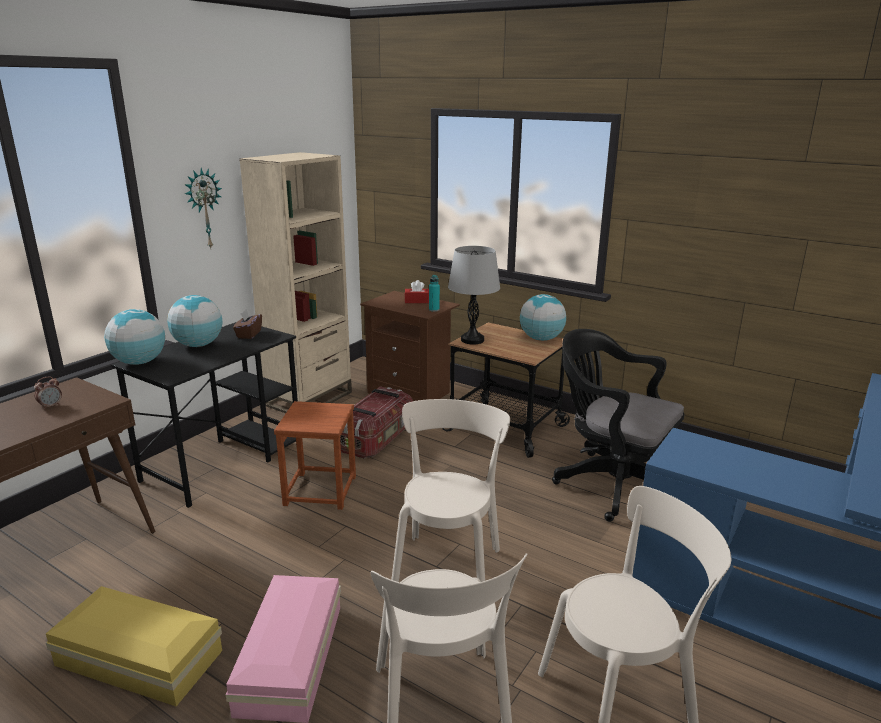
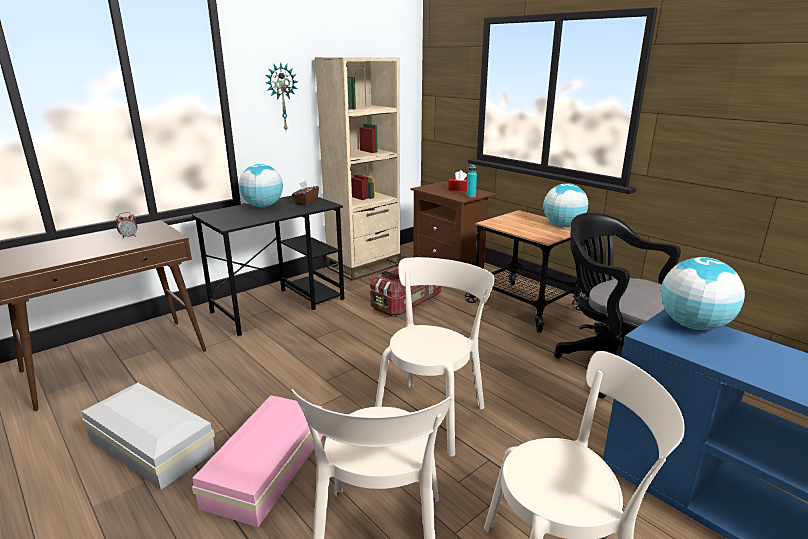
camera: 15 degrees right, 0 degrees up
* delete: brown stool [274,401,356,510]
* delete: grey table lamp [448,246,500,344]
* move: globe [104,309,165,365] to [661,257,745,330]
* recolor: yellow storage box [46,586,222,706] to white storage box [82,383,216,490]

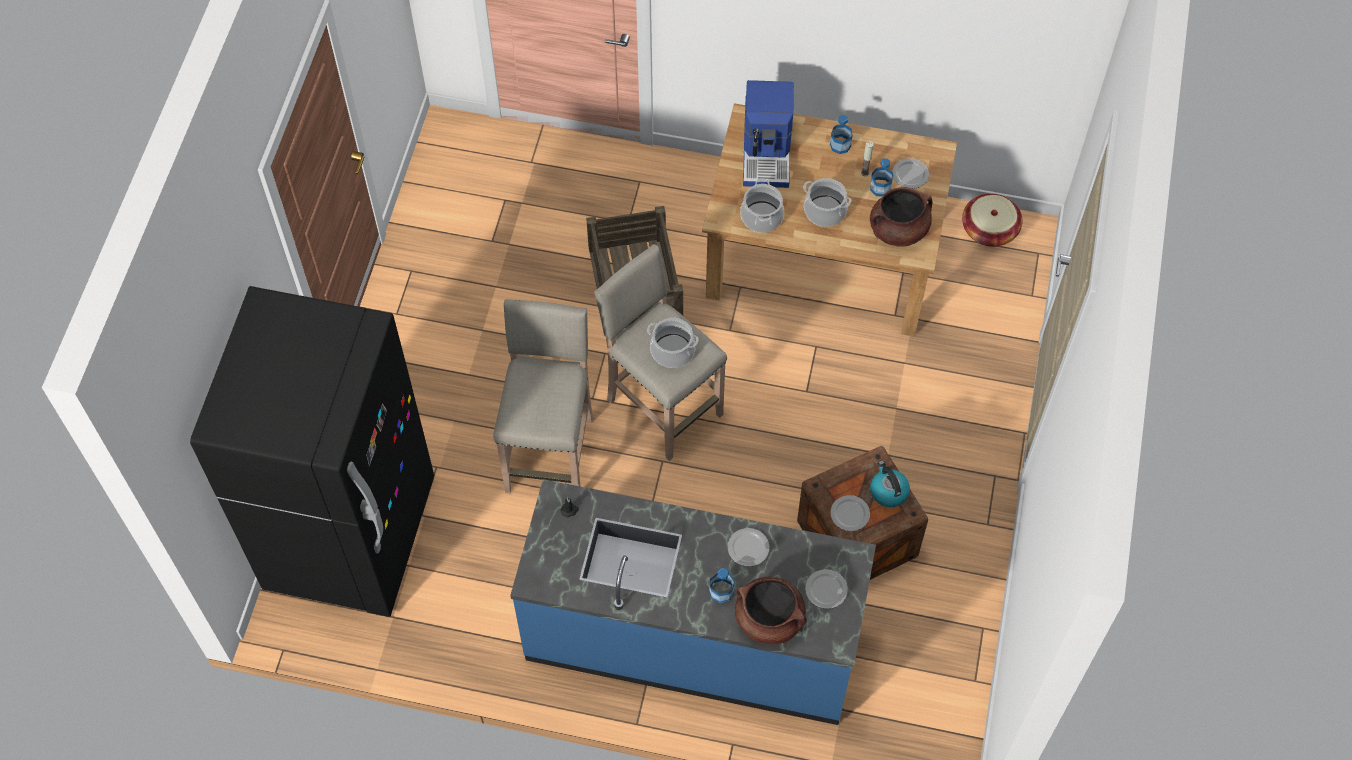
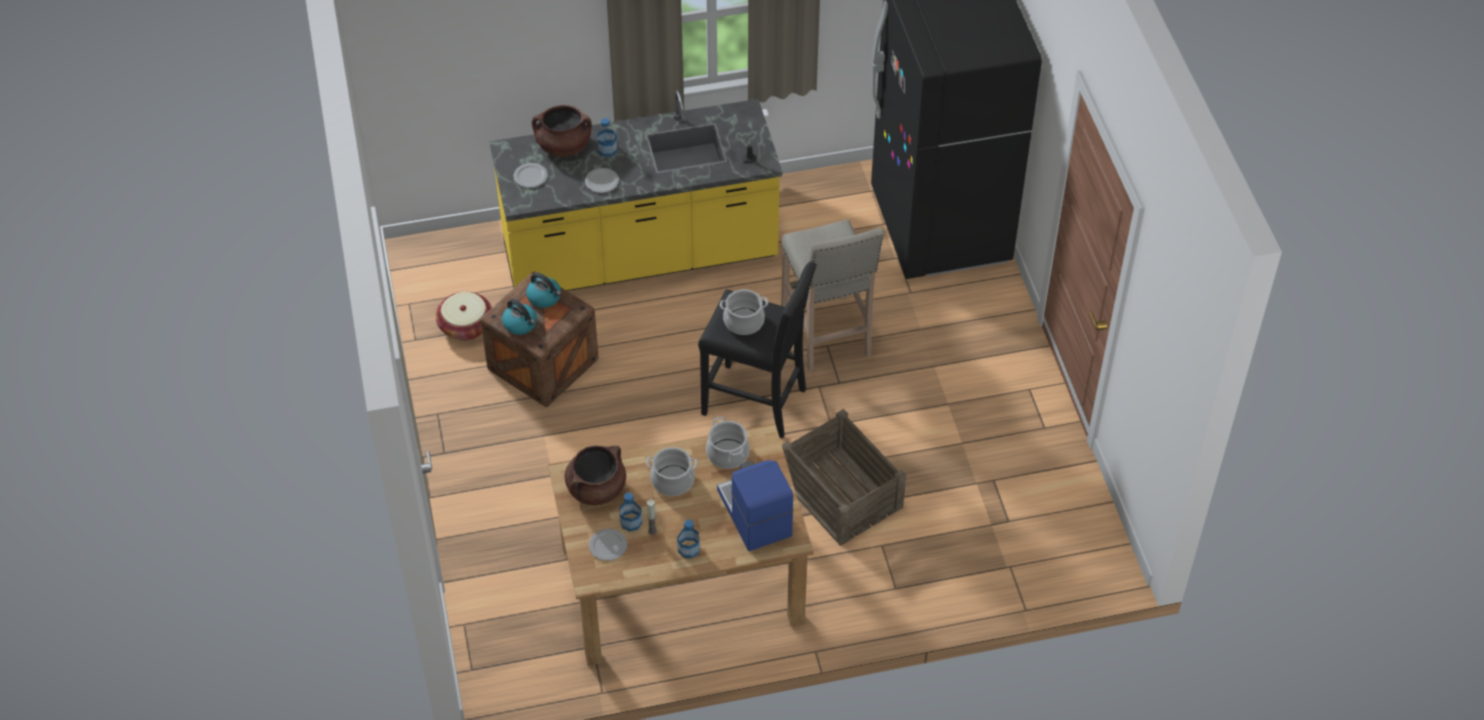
camera: 155 degrees right, 10 degrees down
* move: basket [962,193,1023,247] to [436,292,492,341]
* replace: plate [830,495,870,531] to kettle [526,273,561,308]
* recolor: blue counter [510,479,876,725] to yellow counter [490,90,782,291]
* recolor: beige stool [594,244,727,461] to black stool [698,261,817,438]

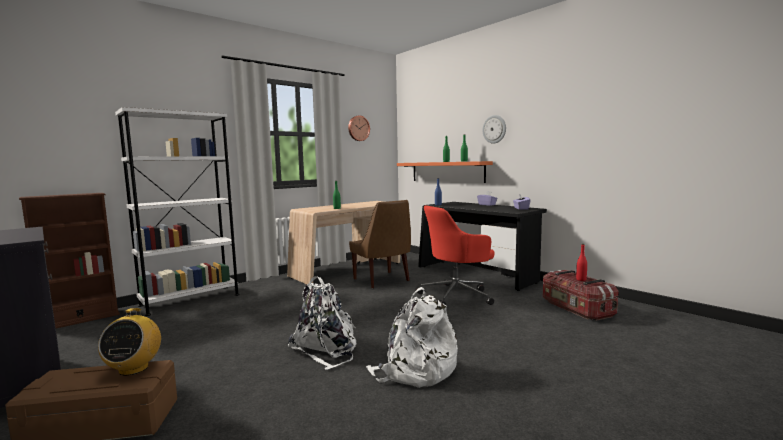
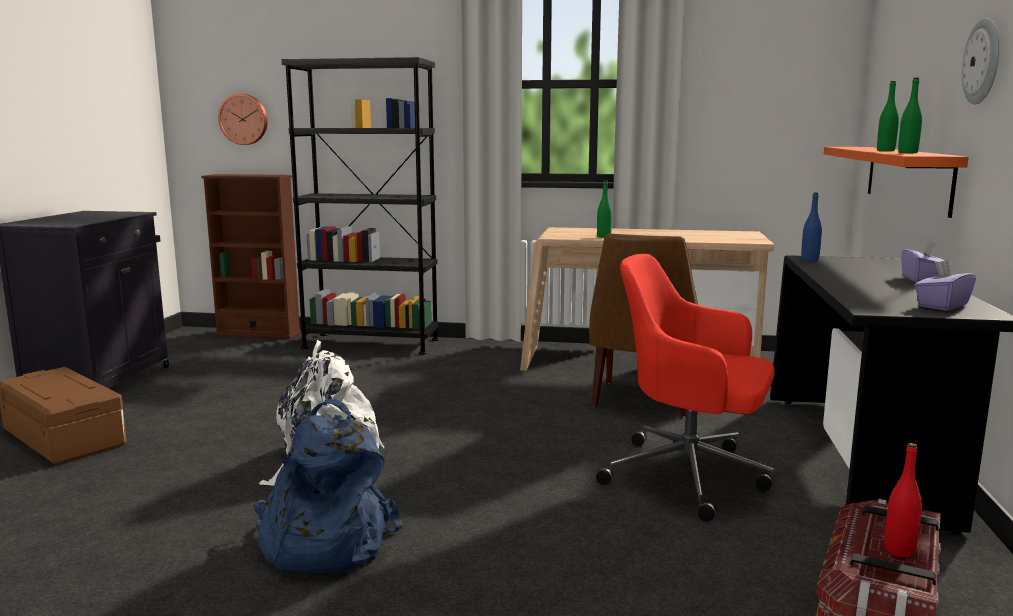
camera: 50 degrees right, 5 degrees up
* delete: radio [98,308,161,376]
* move: wall clock [348,116,370,141] to [218,94,268,145]
* recolor: white bookcase [115,107,240,316] to black bookcase [281,57,439,355]
* recolor: white backpack [366,287,458,388] to blue backpack [253,399,403,573]

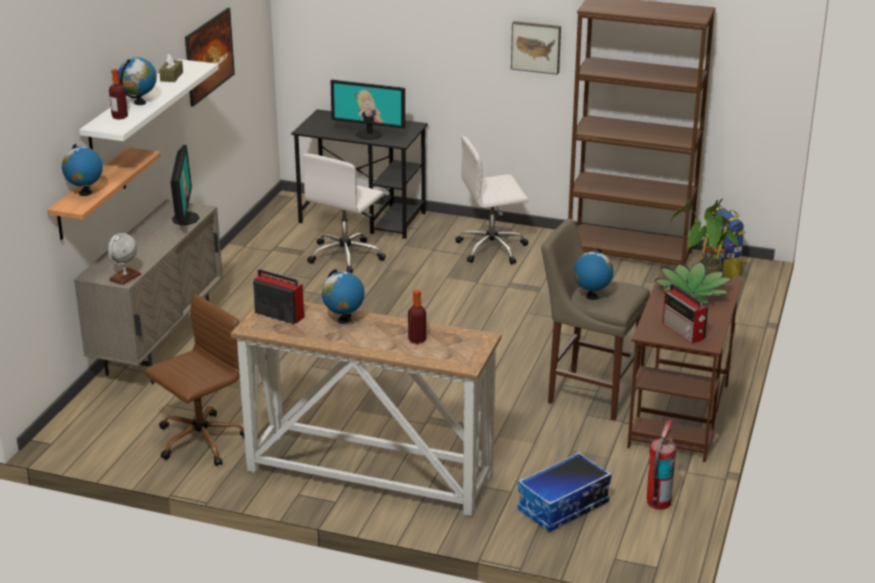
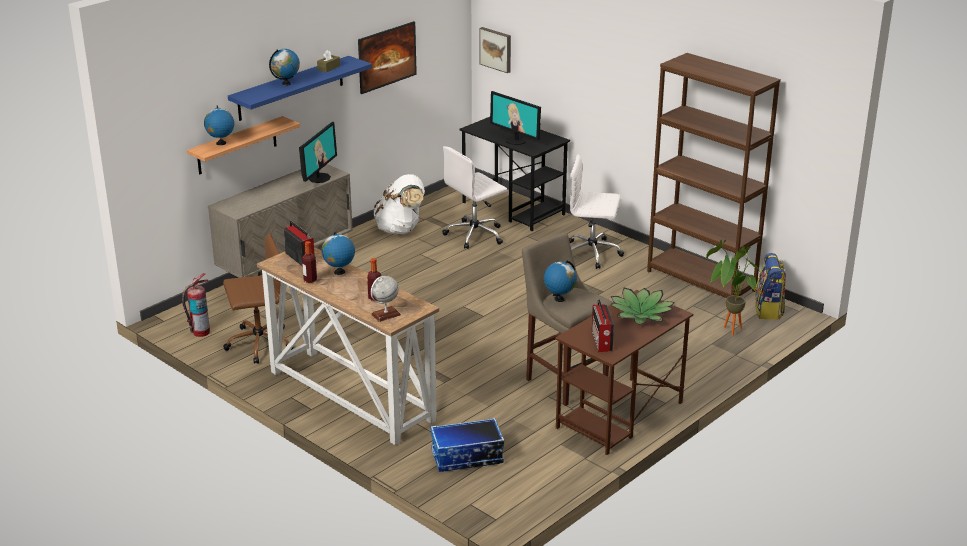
camera: 25 degrees right, 0 degrees up
* insert: white backpack [374,174,425,234]
* move: globe [107,233,142,285] to [371,276,401,322]
* move: bottle [109,69,128,120] to [302,241,317,283]
* move: picture [511,21,561,75] to [479,27,511,73]
* move: fire extinguisher [647,420,676,510] to [182,273,210,337]
* recolor: white shelf [79,59,219,150] to blue shelf [228,56,372,121]

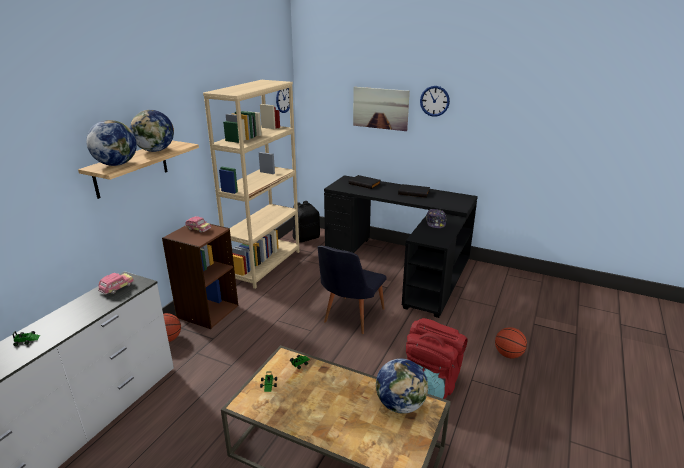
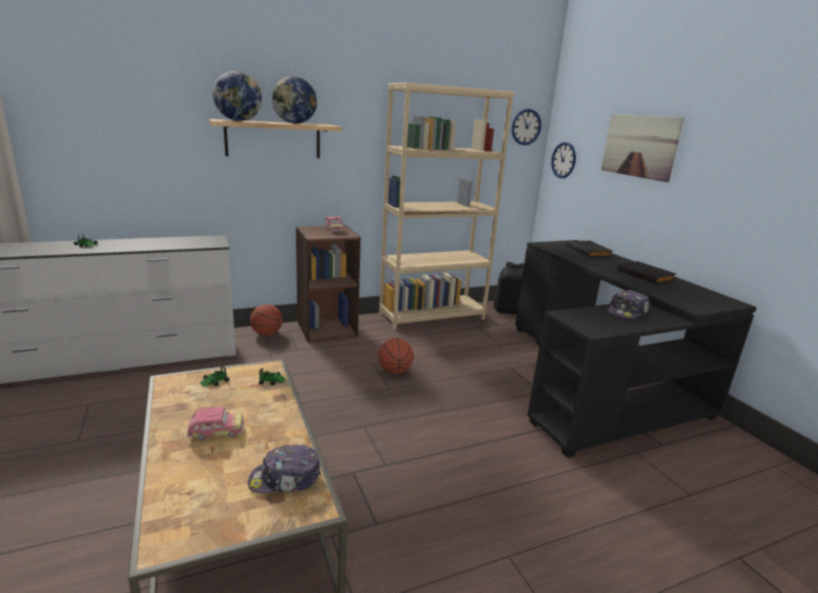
camera: 40 degrees right, 5 degrees down
* delete: black chair [318,246,386,334]
* delete: red backpack [406,318,468,399]
* move: toy car [98,273,134,295] to [187,407,244,440]
* move: wall clock [420,86,450,117] to [551,142,576,178]
* move: basketball [495,327,527,358] to [378,338,414,374]
* replace: globe [376,359,428,414] to cap [248,445,321,493]

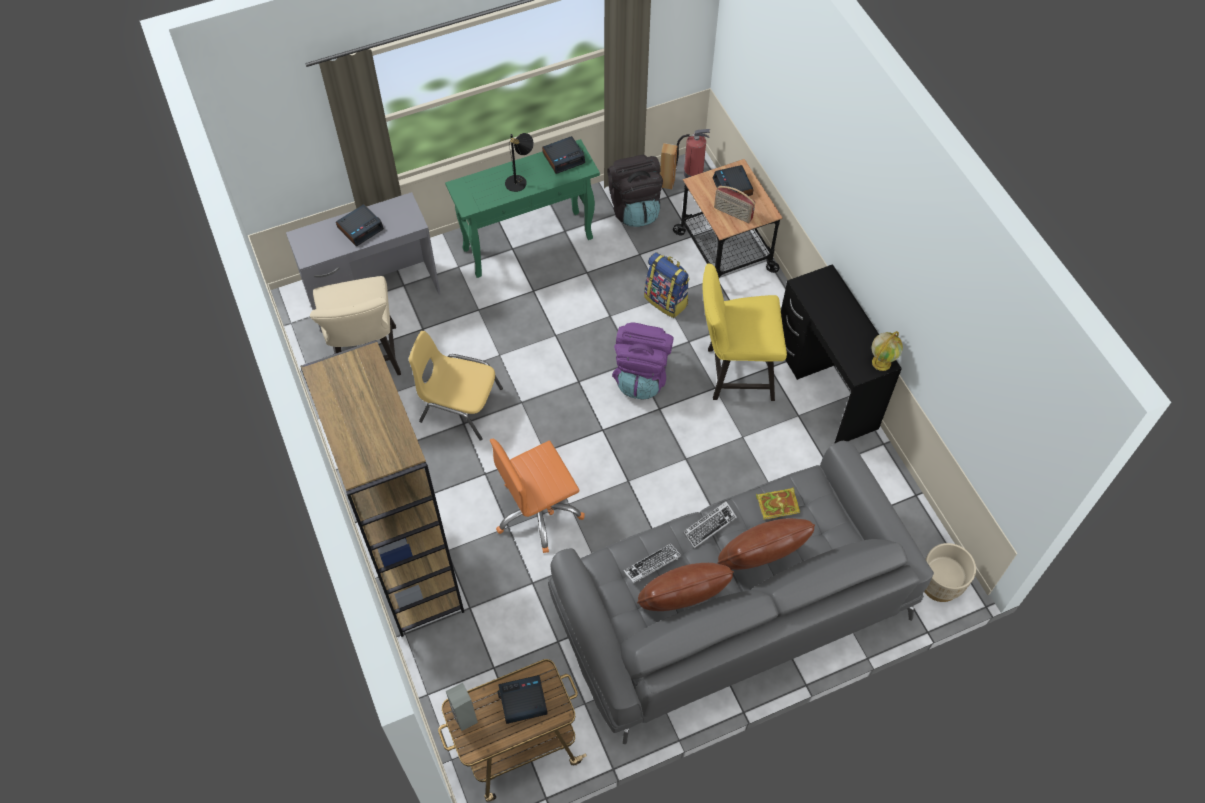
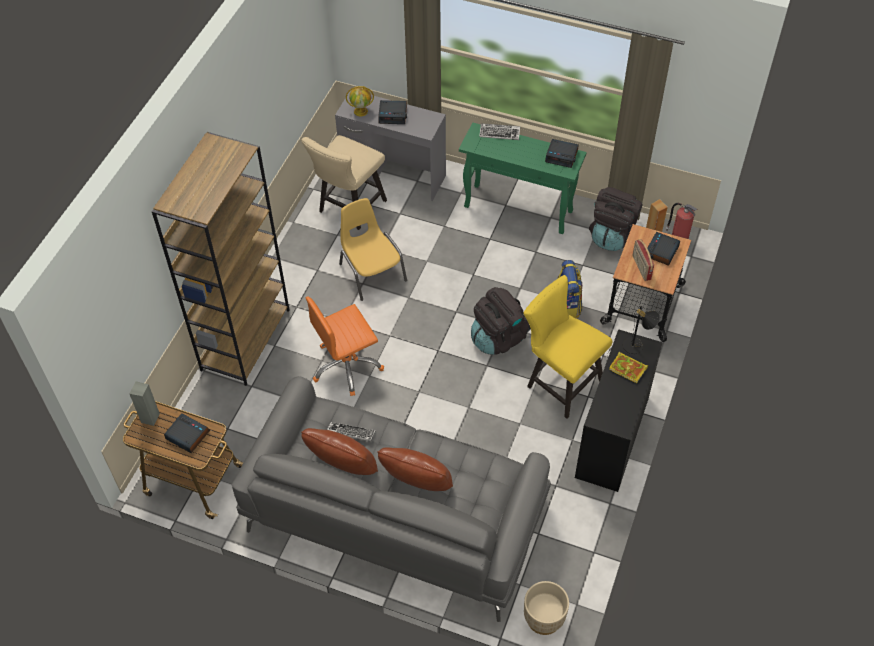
camera: 45 degrees right, 5 degrees down
* move: black table lamp [505,133,534,192] to [623,306,660,354]
* move: keyboard [683,501,737,548] to [479,123,520,140]
* move: book [756,488,800,520] to [609,352,648,383]
* move: globe [872,331,903,371] to [346,86,374,116]
* recolor: purple backpack [612,322,674,400] to black backpack [471,287,531,355]
* rotate: orange office chair [490,439,585,553] = [306,296,384,396] 45 degrees counterclockwise

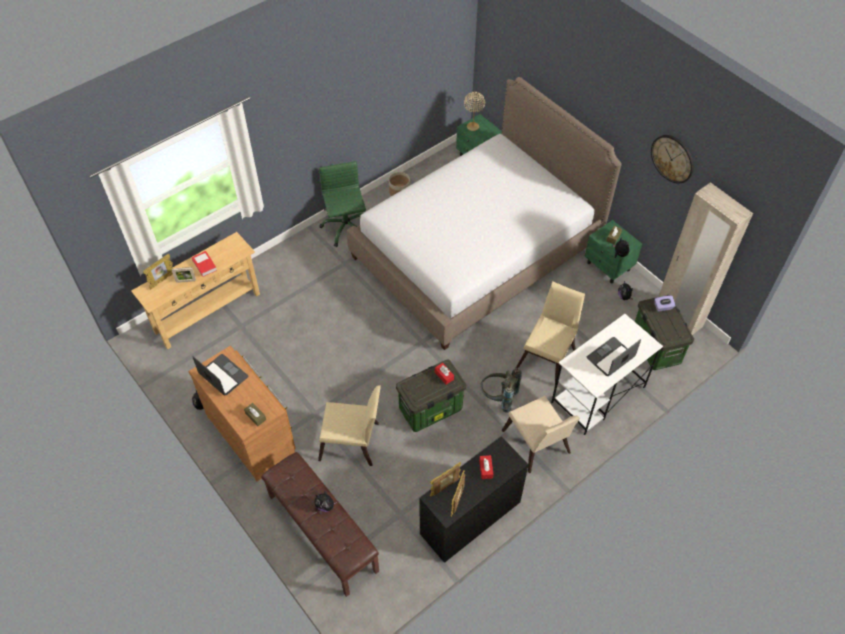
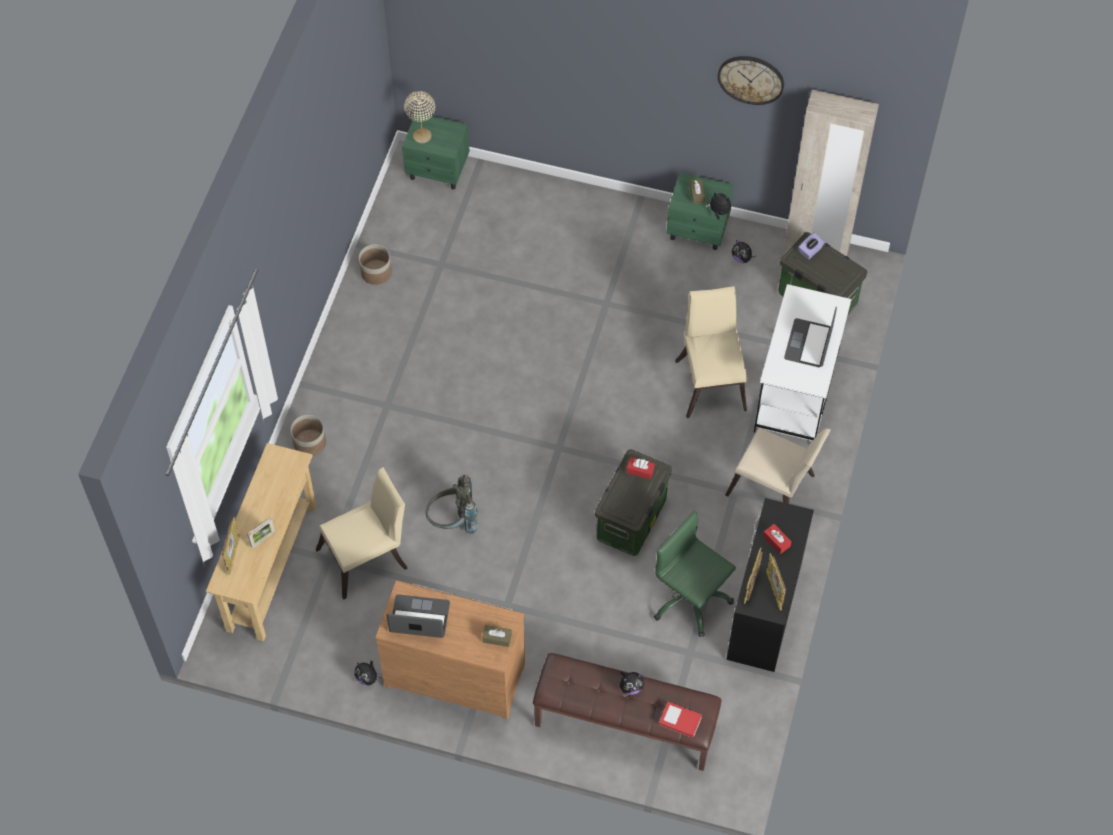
camera: 35 degrees left, 5 degrees up
* delete: bed [347,77,622,350]
* insert: planter [290,415,326,456]
* move: book [191,251,217,277] to [659,702,702,738]
* move: beige chair [318,385,381,466] to [316,467,408,600]
* move: green office chair [319,161,366,247] to [654,511,736,637]
* move: grey backpack [480,368,522,413] to [426,474,478,534]

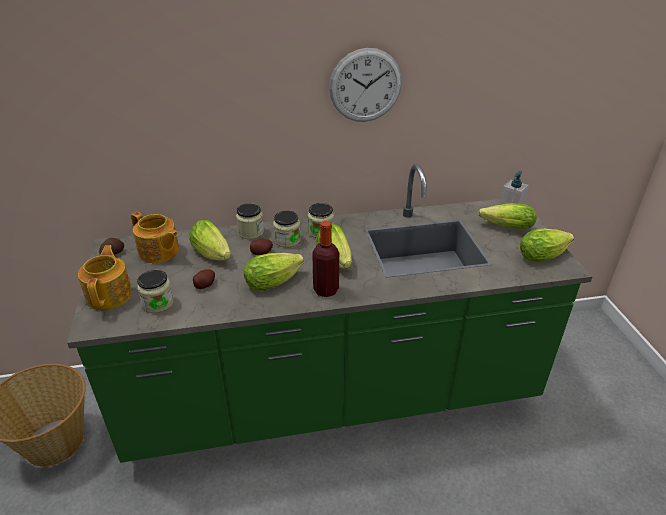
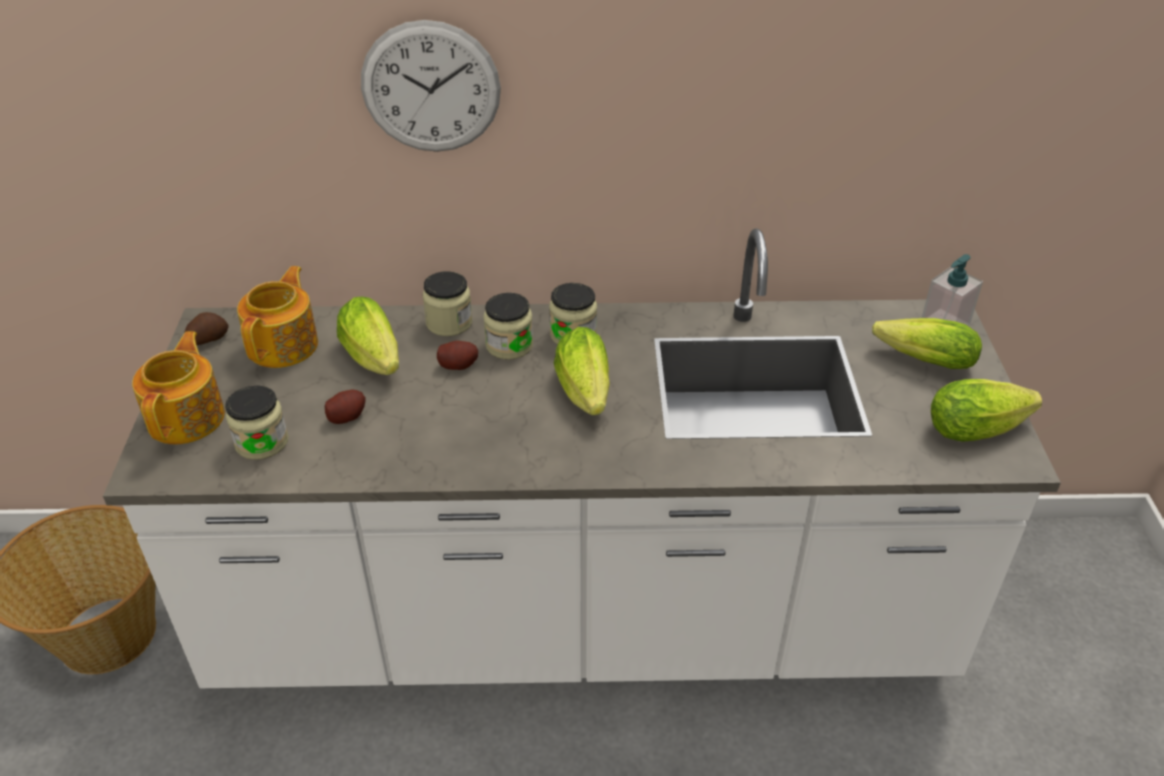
camera: 10 degrees right, 5 degrees up
* delete: lettuce [244,253,304,291]
* delete: bottle [312,221,339,297]
* move: wall clock [329,48,402,122] to [361,20,501,152]
* recolor: green counter [67,164,592,463] to white counter [103,228,1061,688]
* rotate: teapot [131,212,179,263] = [237,266,318,368] 120 degrees counterclockwise

